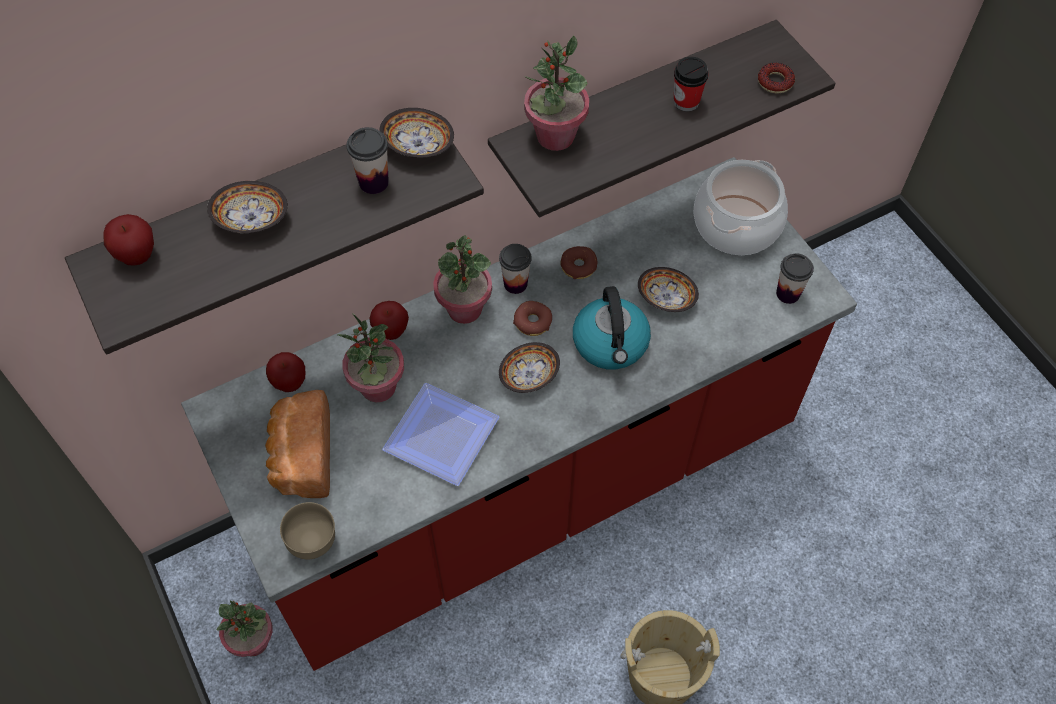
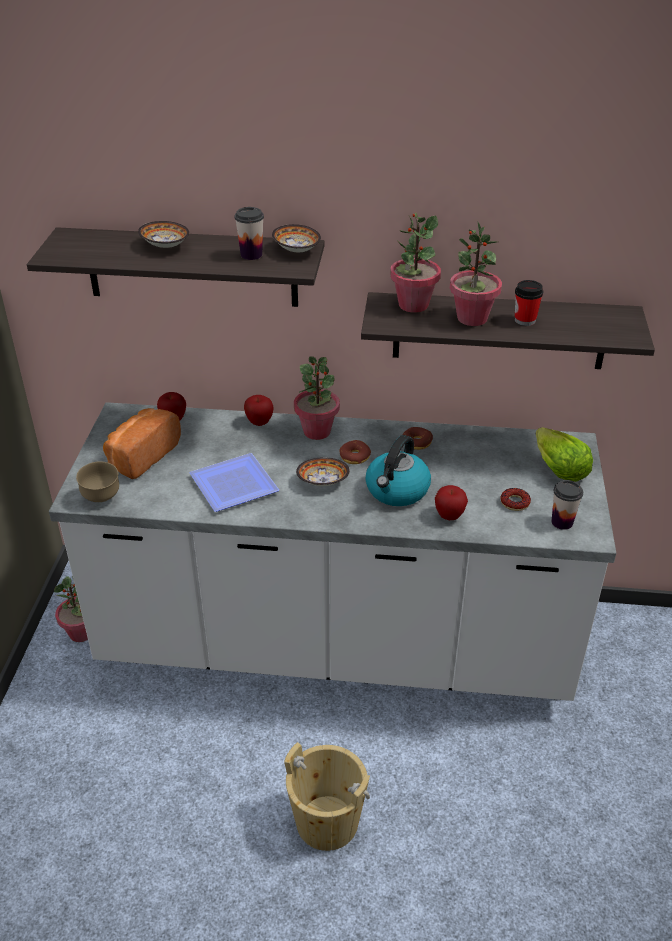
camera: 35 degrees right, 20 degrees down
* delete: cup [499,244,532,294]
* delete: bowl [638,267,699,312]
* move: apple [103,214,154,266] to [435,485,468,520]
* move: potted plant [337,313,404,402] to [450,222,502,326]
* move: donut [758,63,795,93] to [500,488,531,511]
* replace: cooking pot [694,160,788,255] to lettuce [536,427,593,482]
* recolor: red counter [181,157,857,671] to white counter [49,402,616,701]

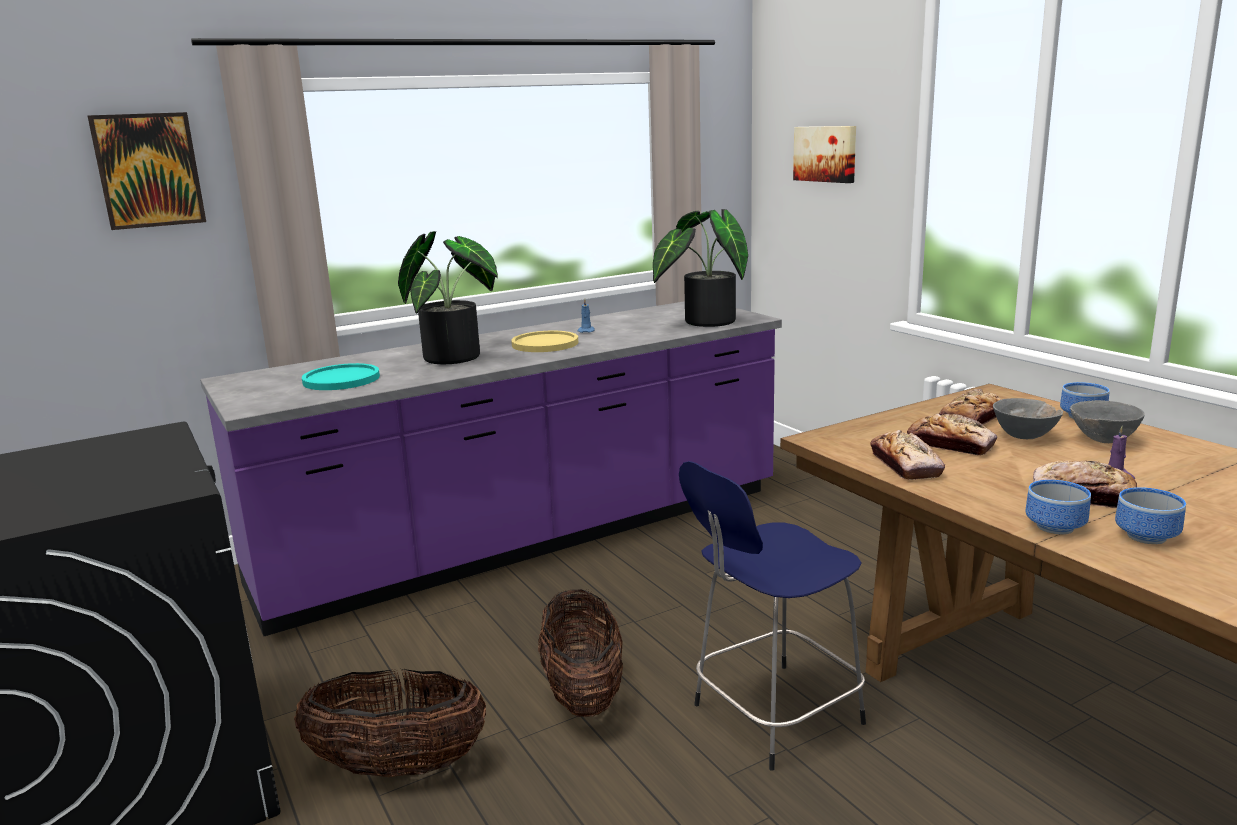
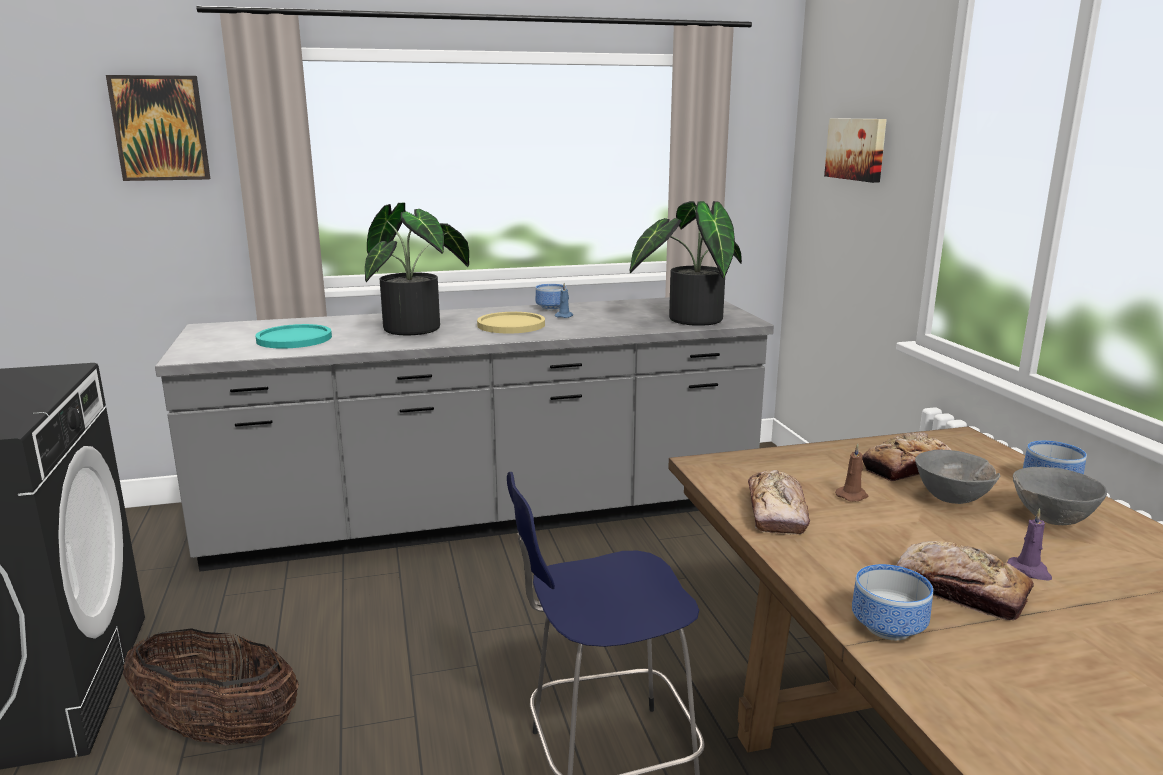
camera: 15 degrees right, 0 degrees up
* delete: basket [538,589,623,717]
* move: bowl [1115,487,1186,544] to [535,284,567,311]
* replace: bread [907,414,997,455] to brown candle [835,443,868,502]
* recolor: purple counter [200,301,782,636] to grey counter [155,297,774,572]

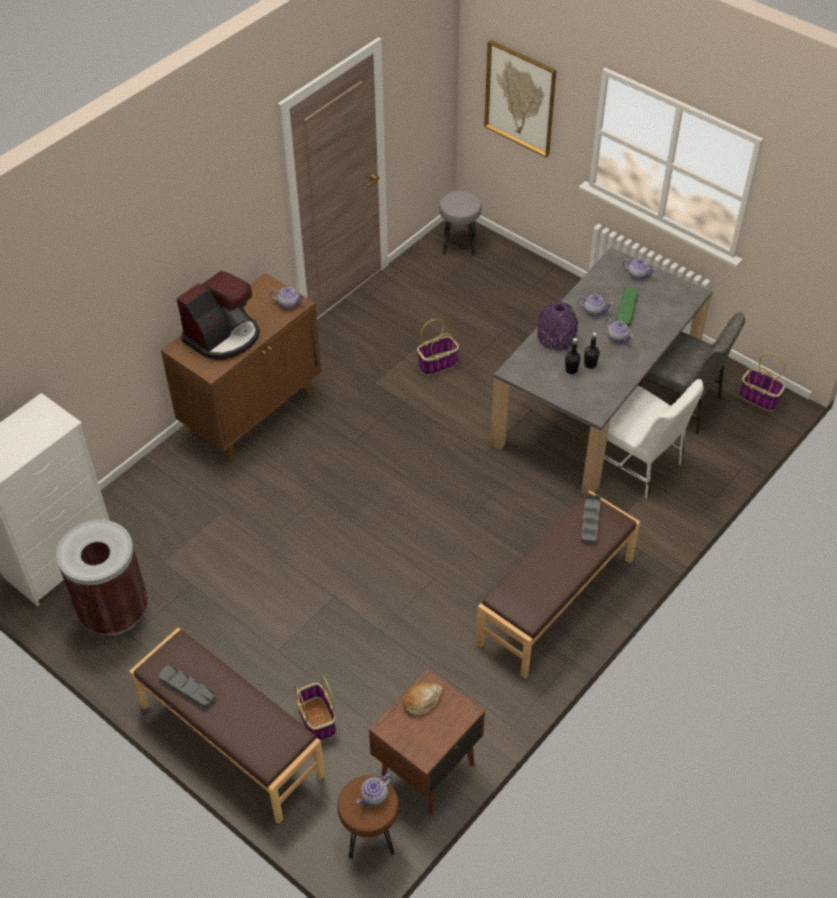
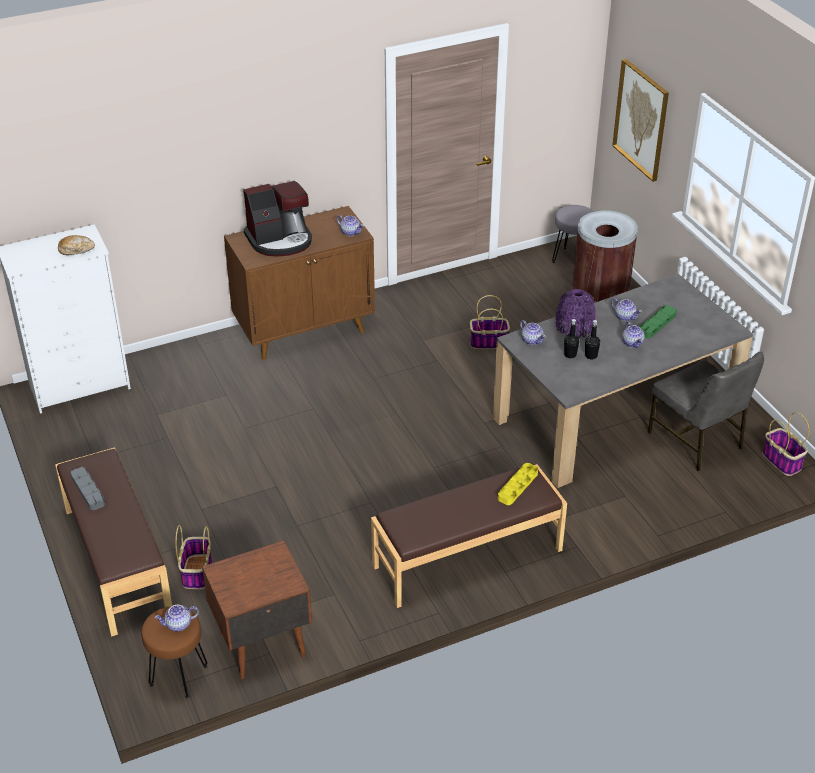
camera: 25 degrees right, 10 degrees down
* delete: white chair [604,379,704,499]
* move: brown trash can [56,520,148,636] to [572,210,638,303]
* move: bread [403,683,443,716] to [58,235,95,255]
* move: teapot [623,259,656,280] to [520,320,546,345]
* recolor: grey tray [581,494,601,545] to yellow tray [498,463,538,505]

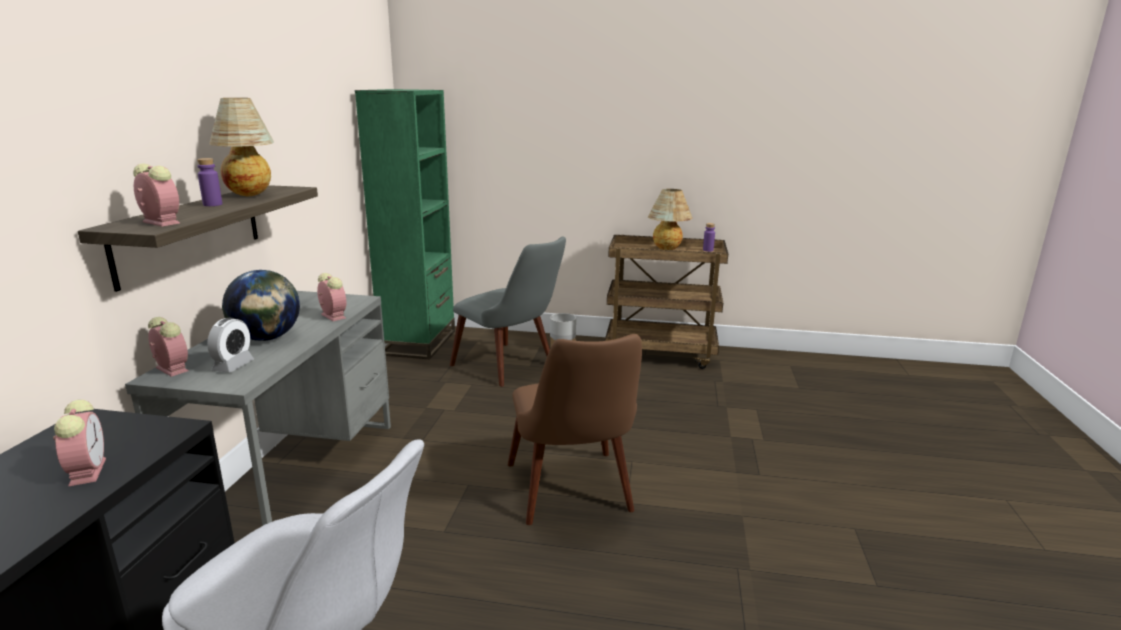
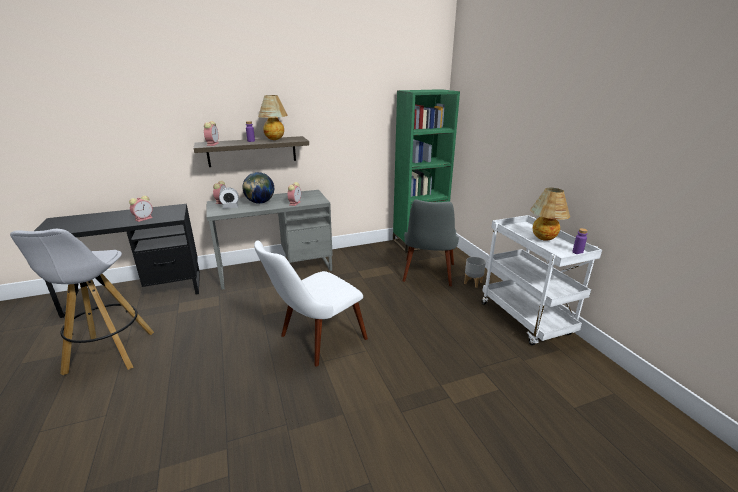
camera: 60 degrees right, 5 degrees up
* recolor: brown chair [508,334,642,525] to white chair [254,240,368,367]
* recolor: brown cart [605,235,728,369] to white cart [481,215,602,346]

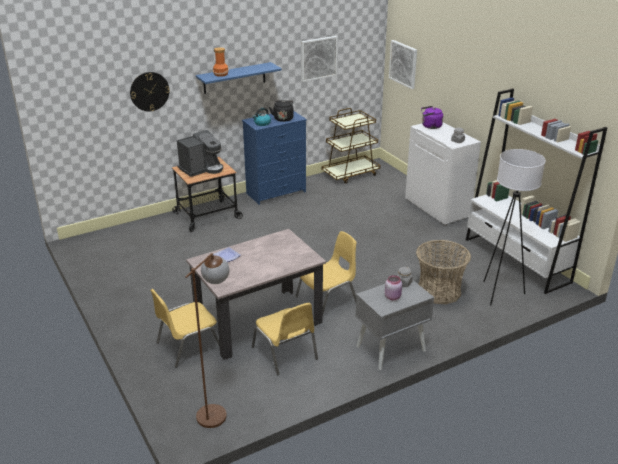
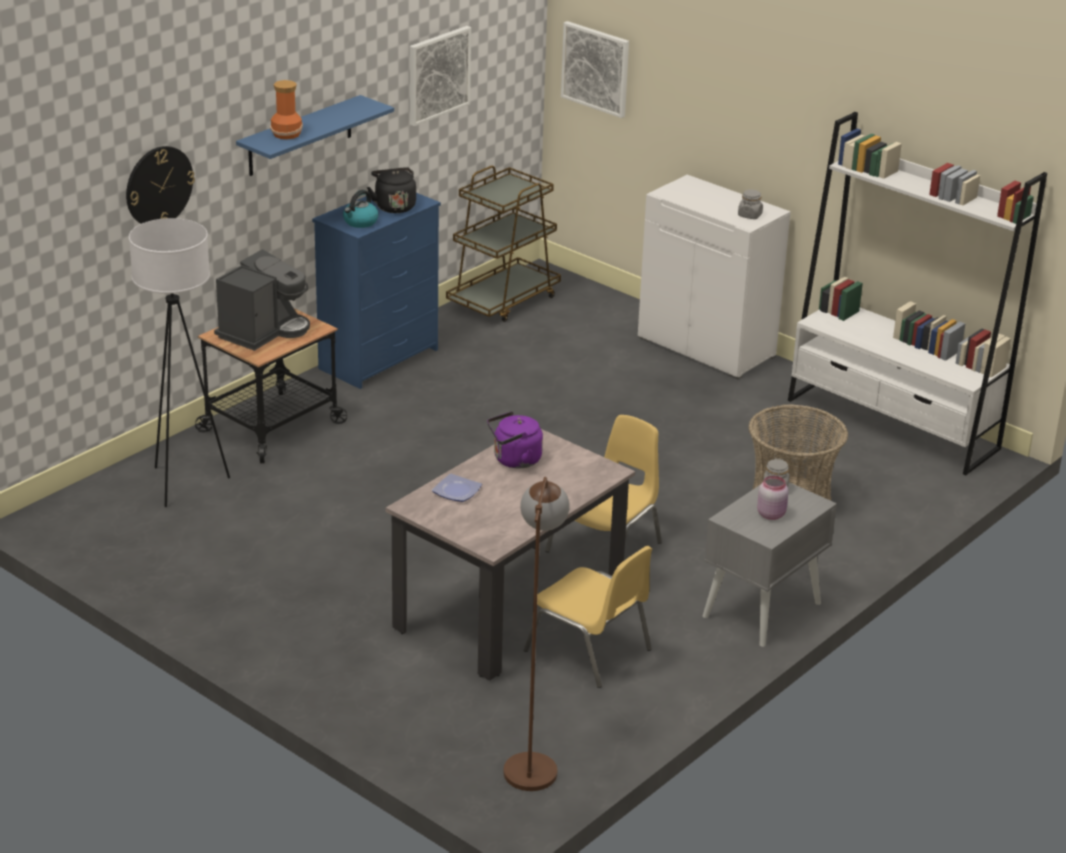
camera: 20 degrees left, 0 degrees up
* delete: yellow chair [150,289,220,368]
* move: purple kettle [421,106,443,129] to [487,411,543,469]
* move: white floor lamp [483,149,546,305] to [129,218,230,507]

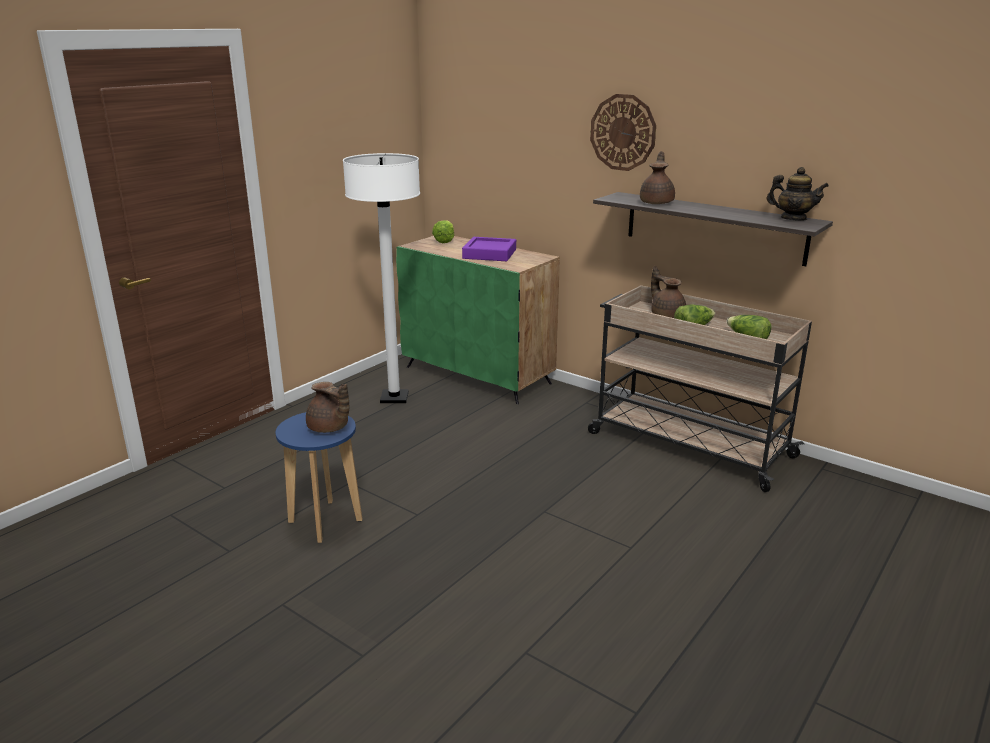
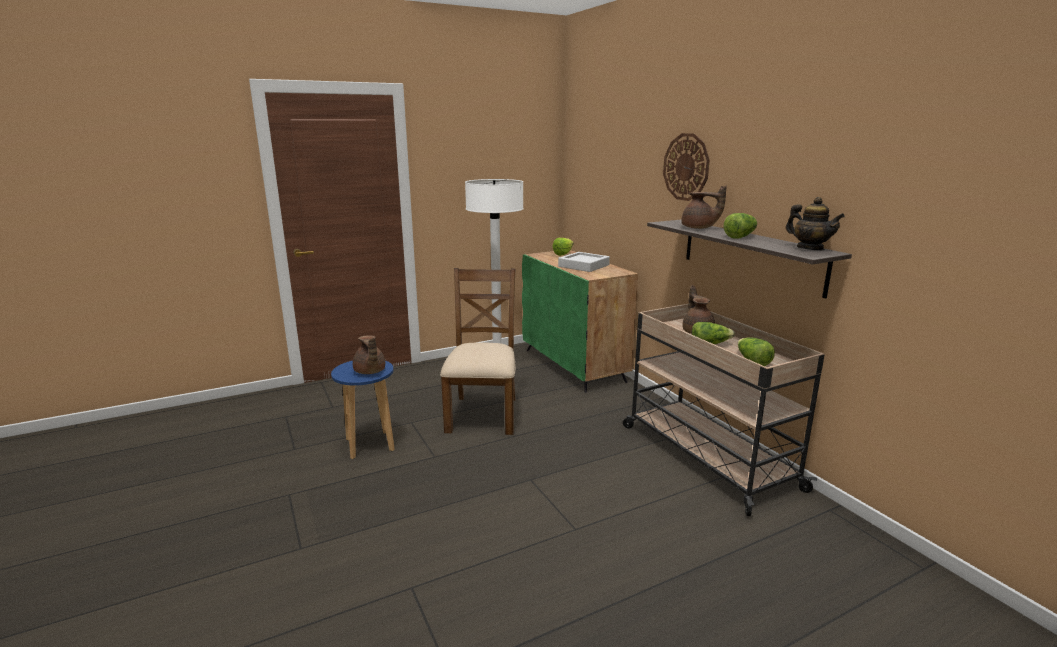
camera: 25 degrees right, 5 degrees down
* insert: brown chair [440,268,516,435]
* insert: lettuce [723,213,757,239]
* recolor: purple tray [462,237,516,261] to grey tray [558,252,610,272]
* rotate: brown teapot [640,151,675,204] = [681,185,727,229] 75 degrees clockwise

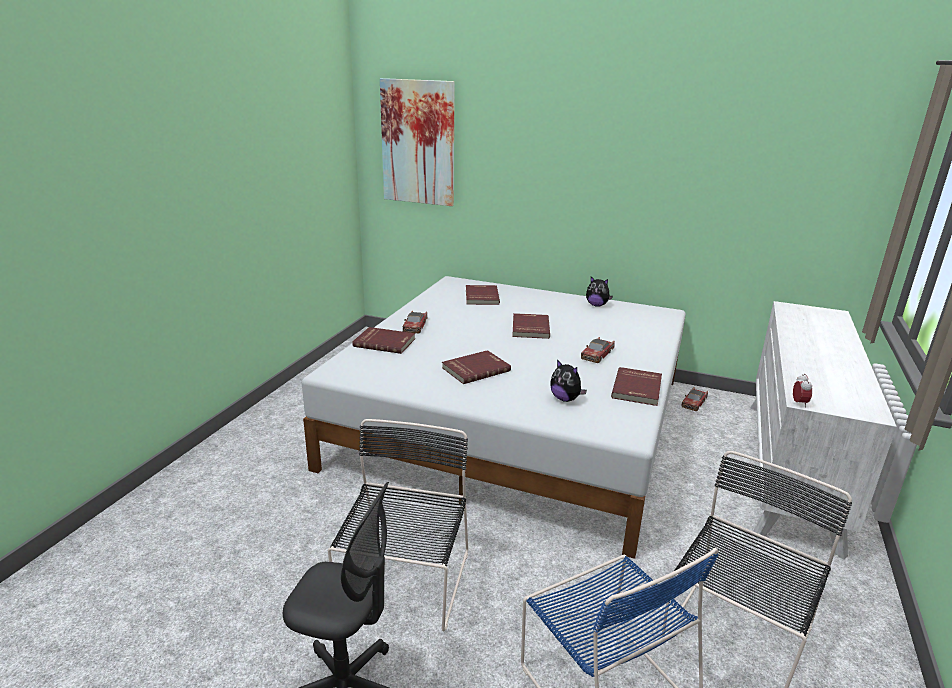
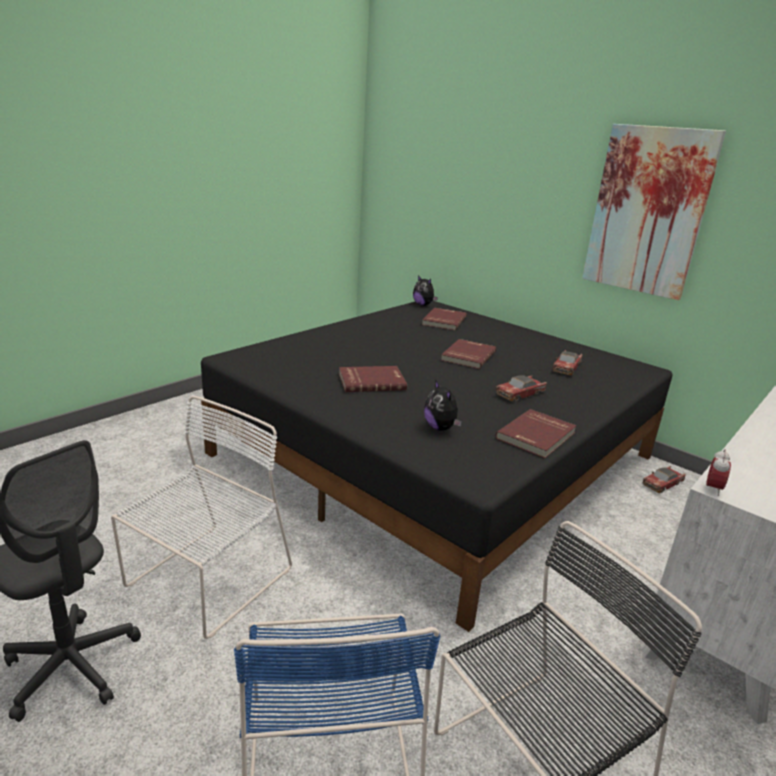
camera: 20 degrees right, 0 degrees up
* delete: red book [352,327,415,354]
* move: picture [380,78,455,206] to [582,124,726,300]
* move: toy car [403,311,427,333] to [552,350,582,375]
* move: plush toy [586,277,613,307] to [413,275,438,306]
* recolor: white bed [302,276,686,559] to black bed [201,301,672,632]
* recolor: black chair [328,419,468,631] to white chair [111,396,292,639]

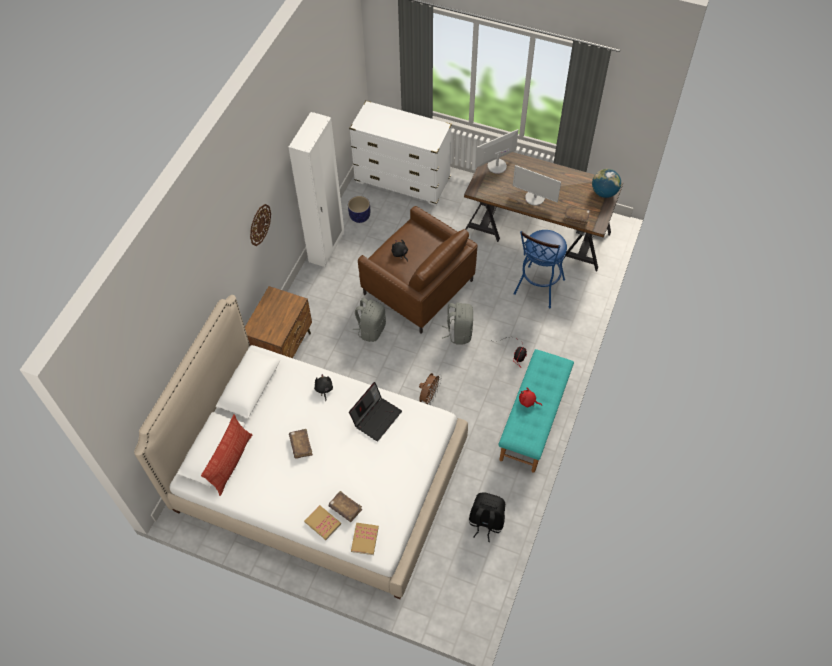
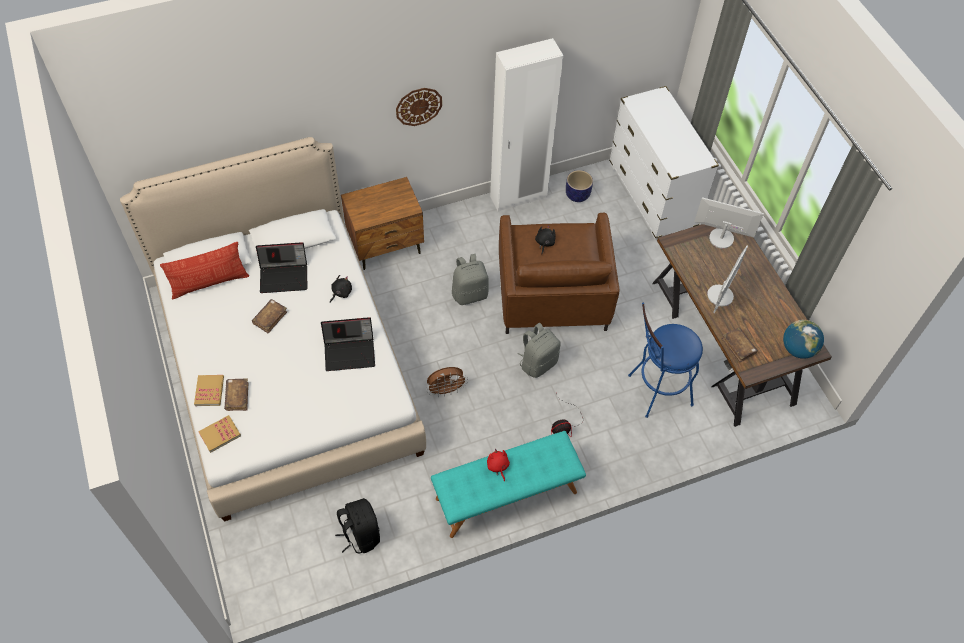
camera: 45 degrees right, 0 degrees up
* insert: laptop [256,242,307,293]
* rotate: monitor [513,165,561,206] = [707,246,748,314] 135 degrees counterclockwise

